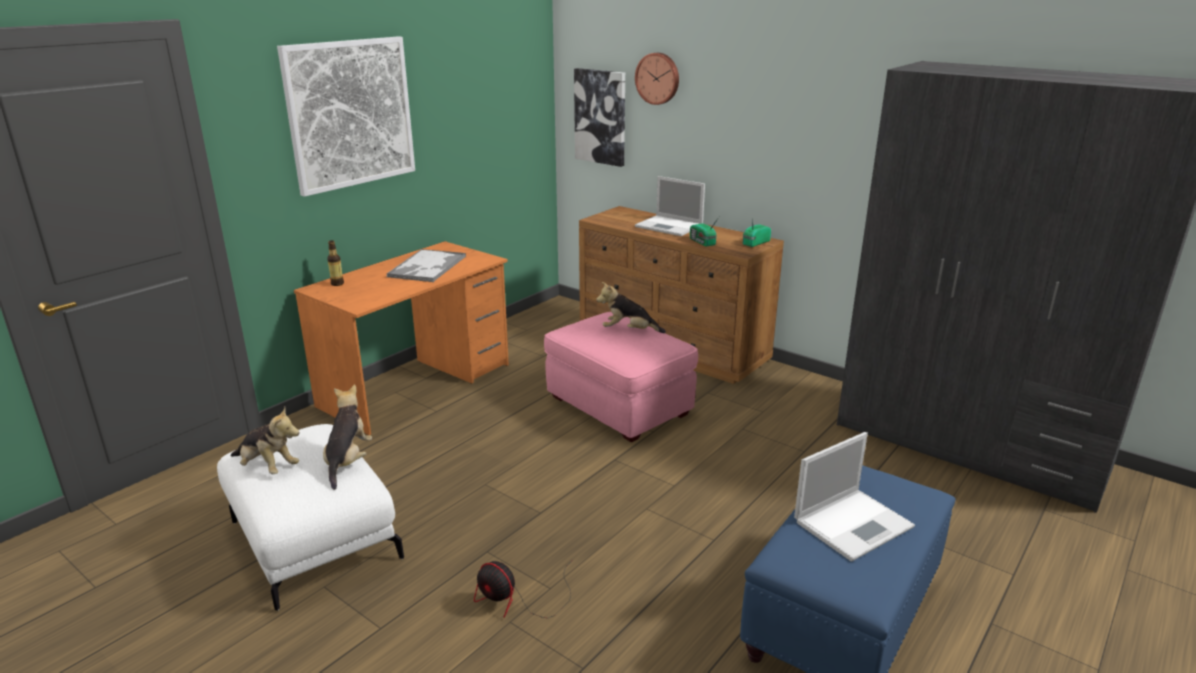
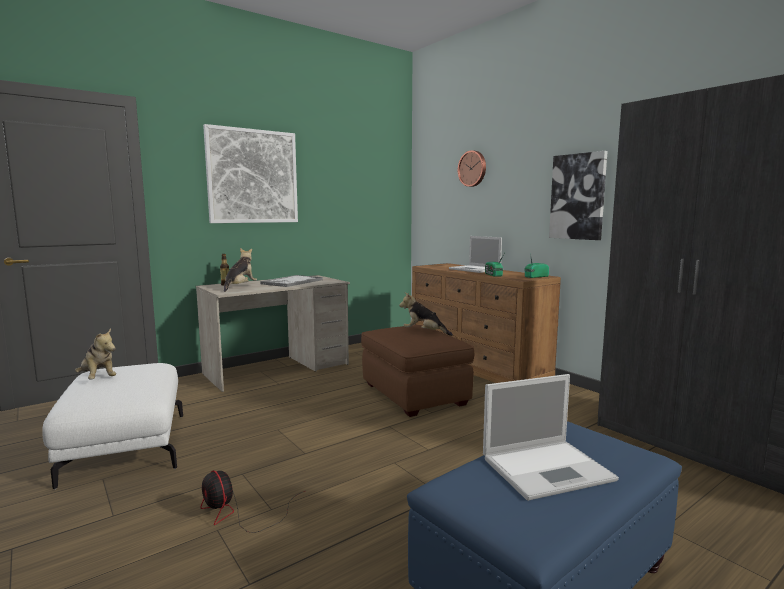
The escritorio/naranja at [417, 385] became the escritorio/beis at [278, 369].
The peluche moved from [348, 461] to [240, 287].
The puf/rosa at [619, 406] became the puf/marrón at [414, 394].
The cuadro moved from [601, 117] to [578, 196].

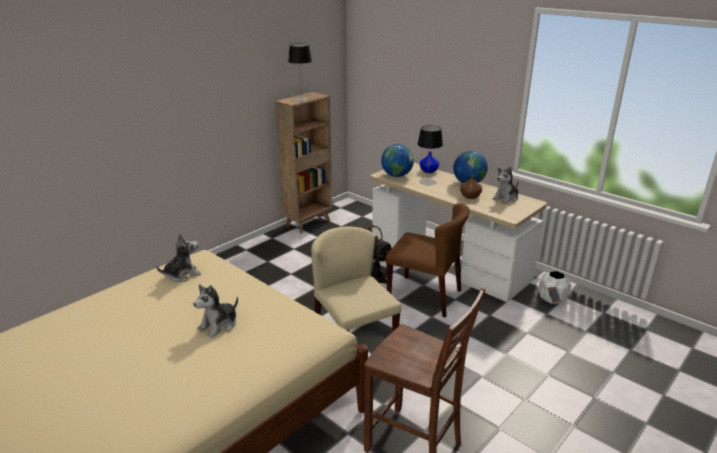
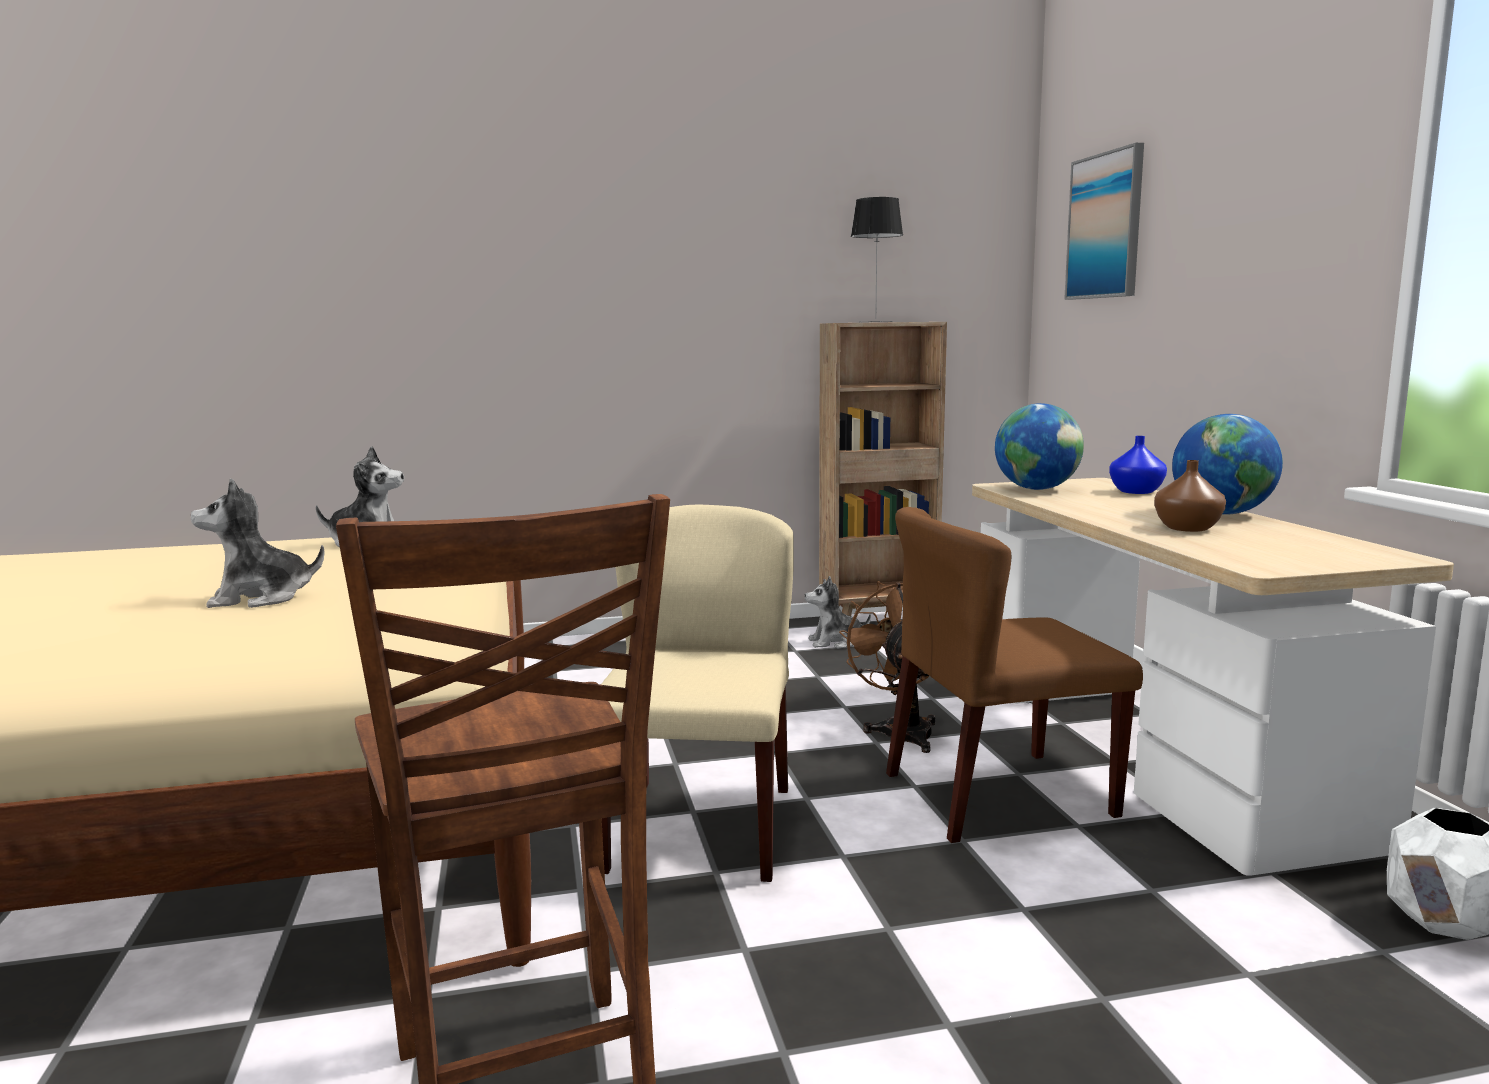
The peluche moved from [506, 198] to [835, 642].
The silla/marrón at [425, 296] turned 105 degrees clockwise.
The cuadro at [1105, 226] appeared.
The lámpara de mesa at [427, 182] disappeared.

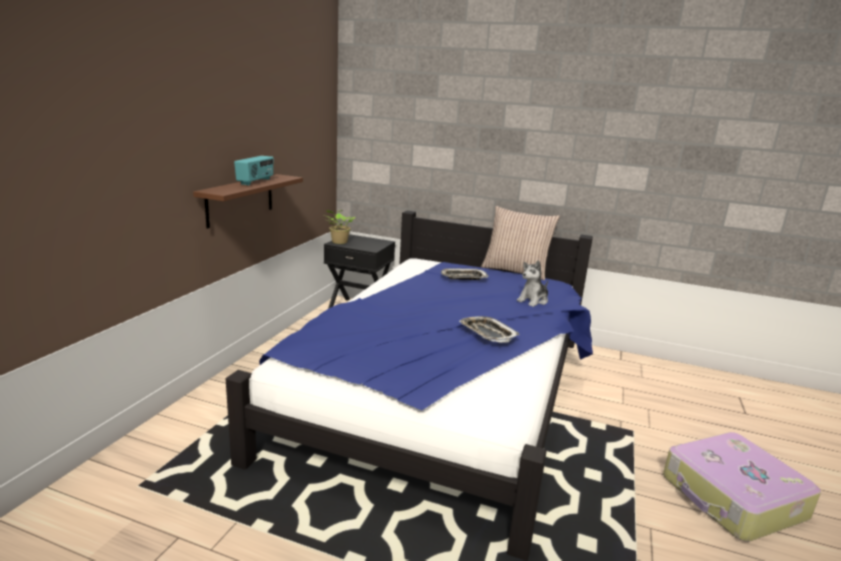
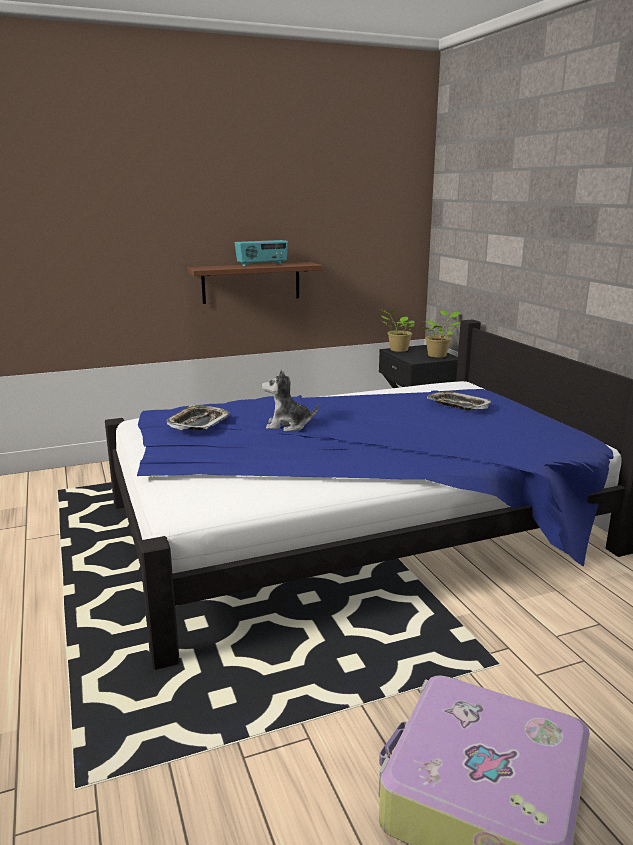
The bandeja moved from [487, 333] to [198, 423].
The peluche moved from [533, 300] to [288, 426].
The planta en maceta at [438, 355] appeared.
The cojín at [515, 271] disappeared.

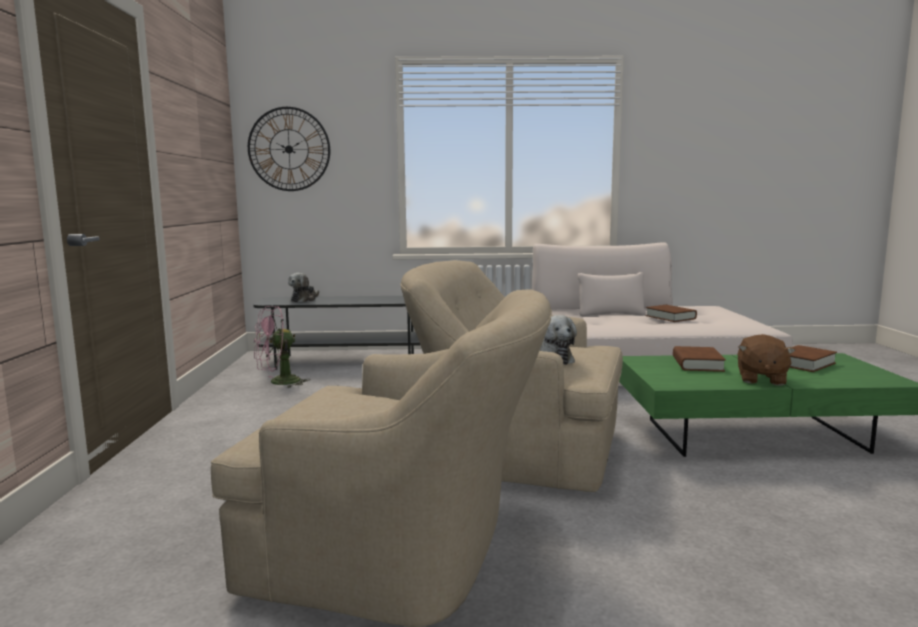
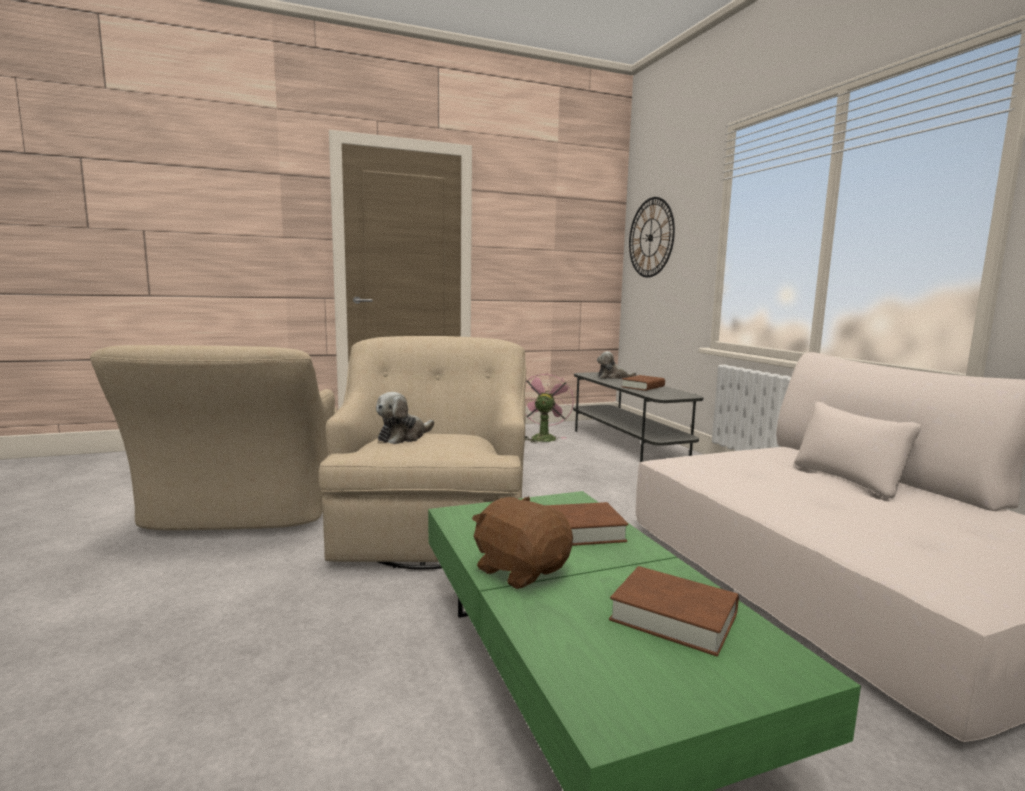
The peluche/marrón at [761, 379] turned 45 degrees clockwise.
The ventilador/rosa at [278, 383] turned 60 degrees clockwise.
The libro/marrón moved from [670, 317] to [643, 387].

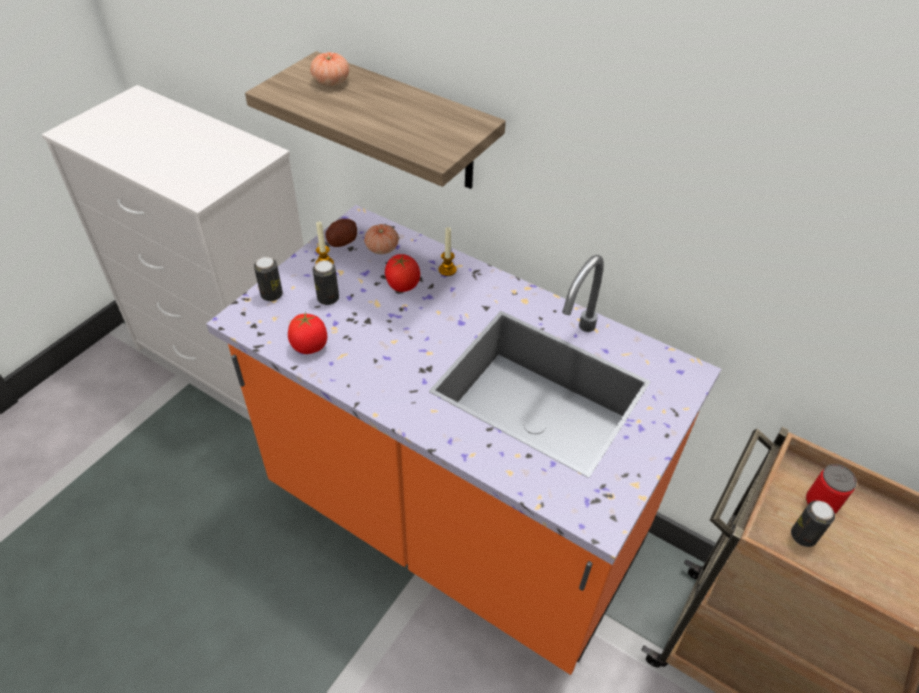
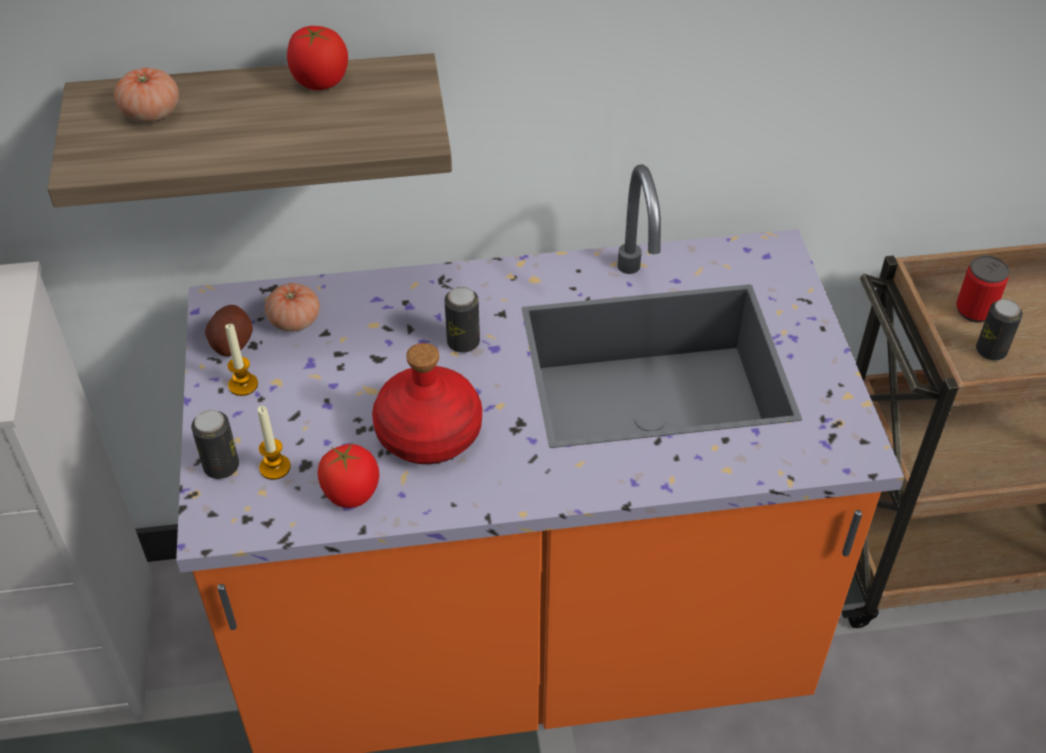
The vela moved from [447, 270] to [275, 467].
The tomate moved from [402, 285] to [320, 83].
The botella/rojo at [430, 432] appeared.
The lata moved from [328, 298] to [463, 342].

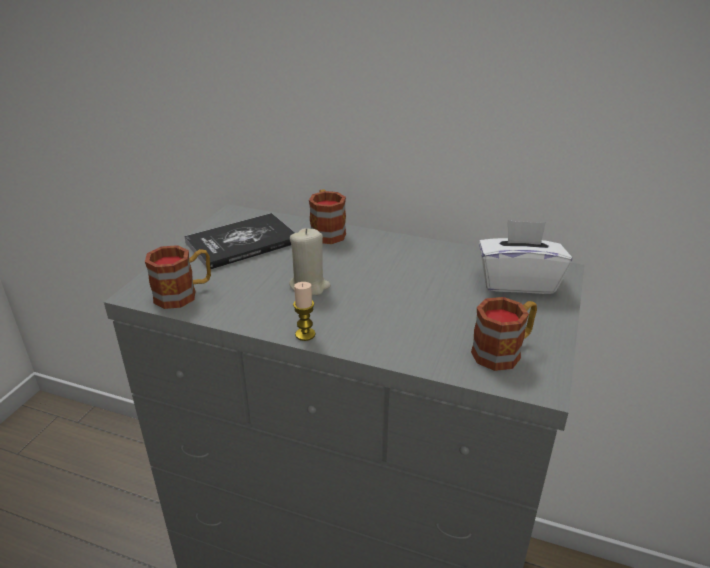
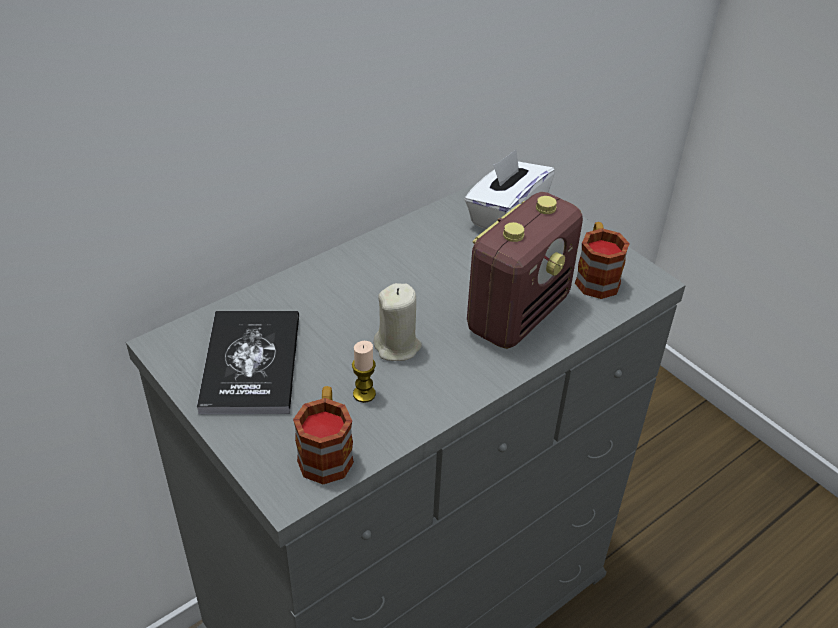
The vela moved from [305, 334] to [364, 394].
The radio at [518, 313] appeared.
The taza grande at [327, 231] disappeared.

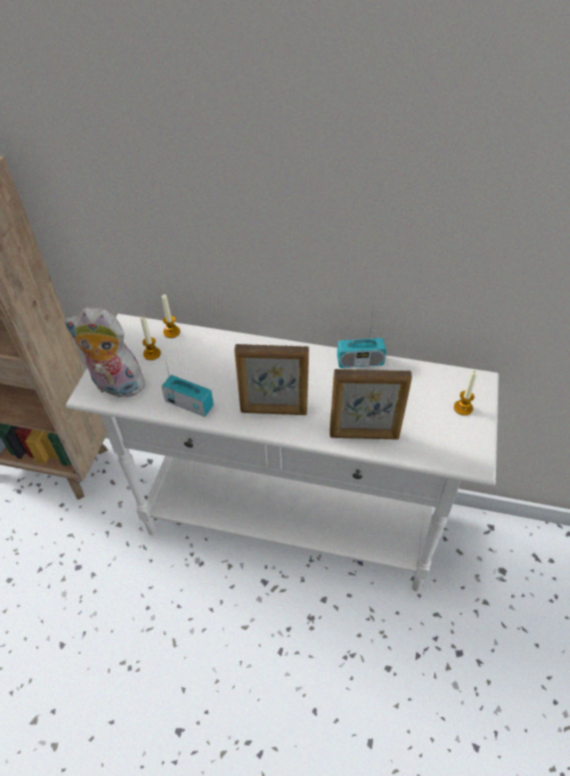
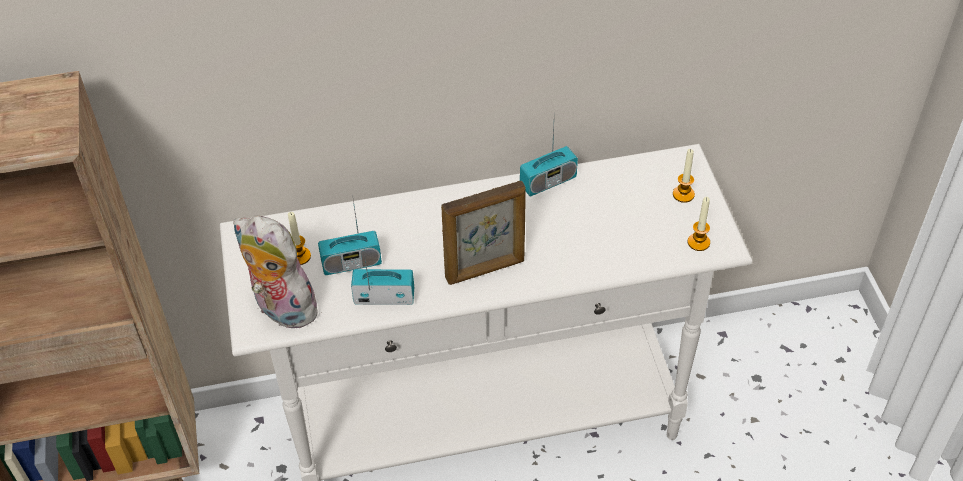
The peluche at [115, 386] turned 45 degrees clockwise.
The radio at [351, 263] appeared.
The vela moved from [171, 332] to [698, 242].
The portarretratos at [364, 435] disappeared.

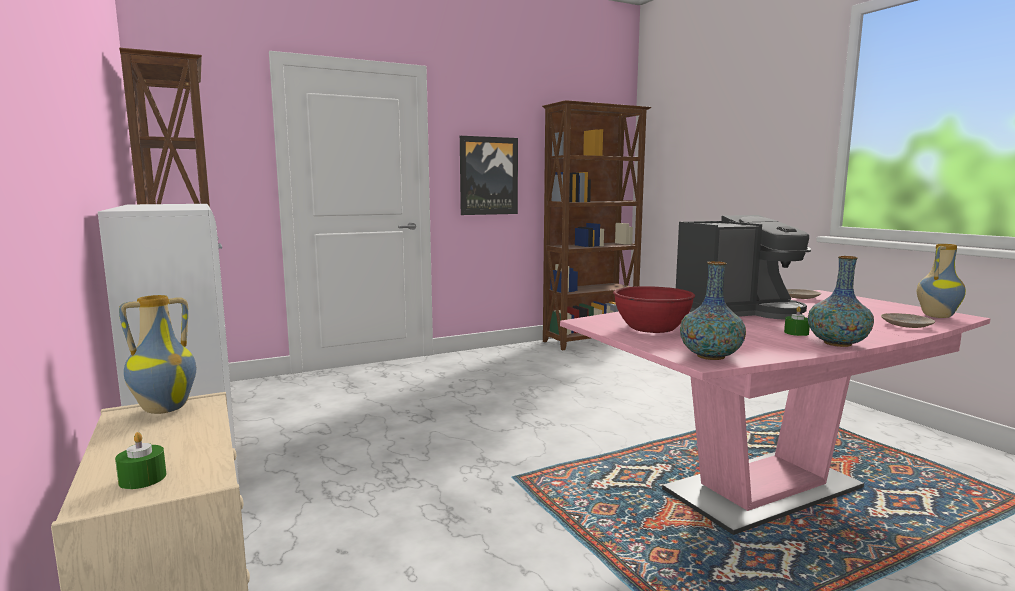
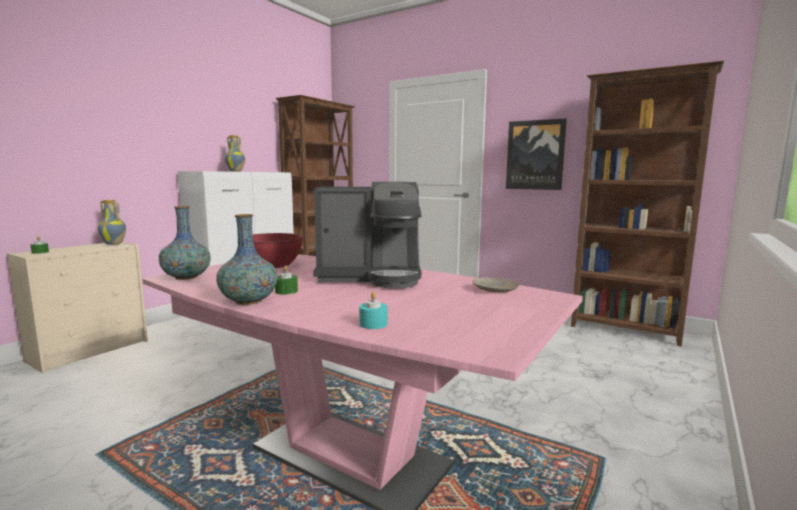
The florero moved from [936, 316] to [236, 171].
The cafetera at [737, 311] turned 45 degrees counterclockwise.
The plato/beis at [906, 325] was replaced by the vela/turquesa at [373, 324].

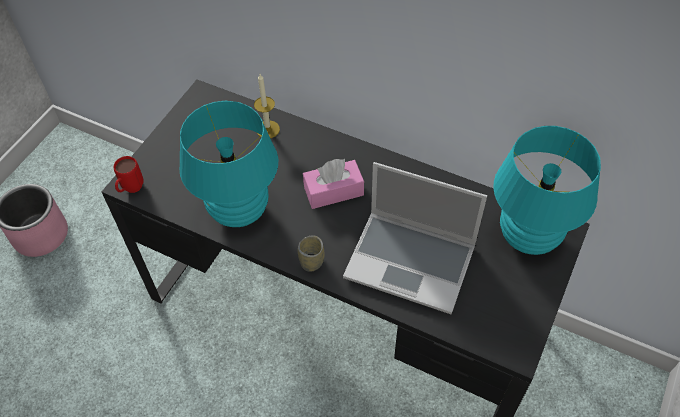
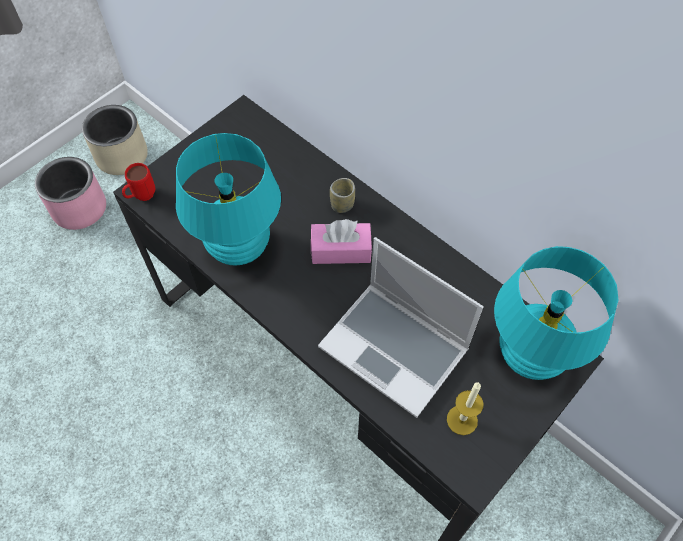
The maceta/beis at [122, 156] appeared.
The taza moved from [312, 262] to [342, 205].
The vela moved from [268, 129] to [462, 420].

